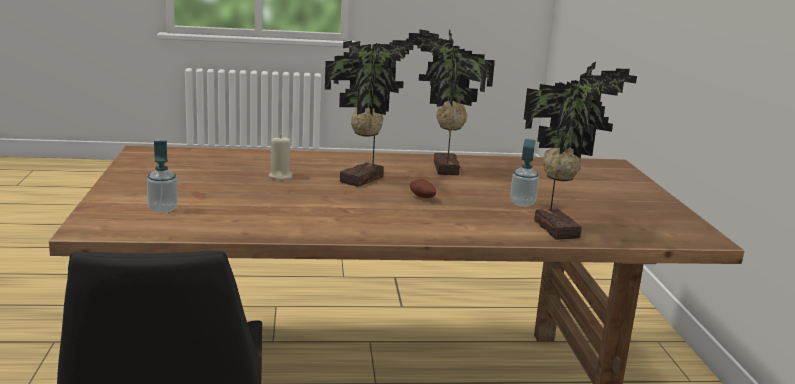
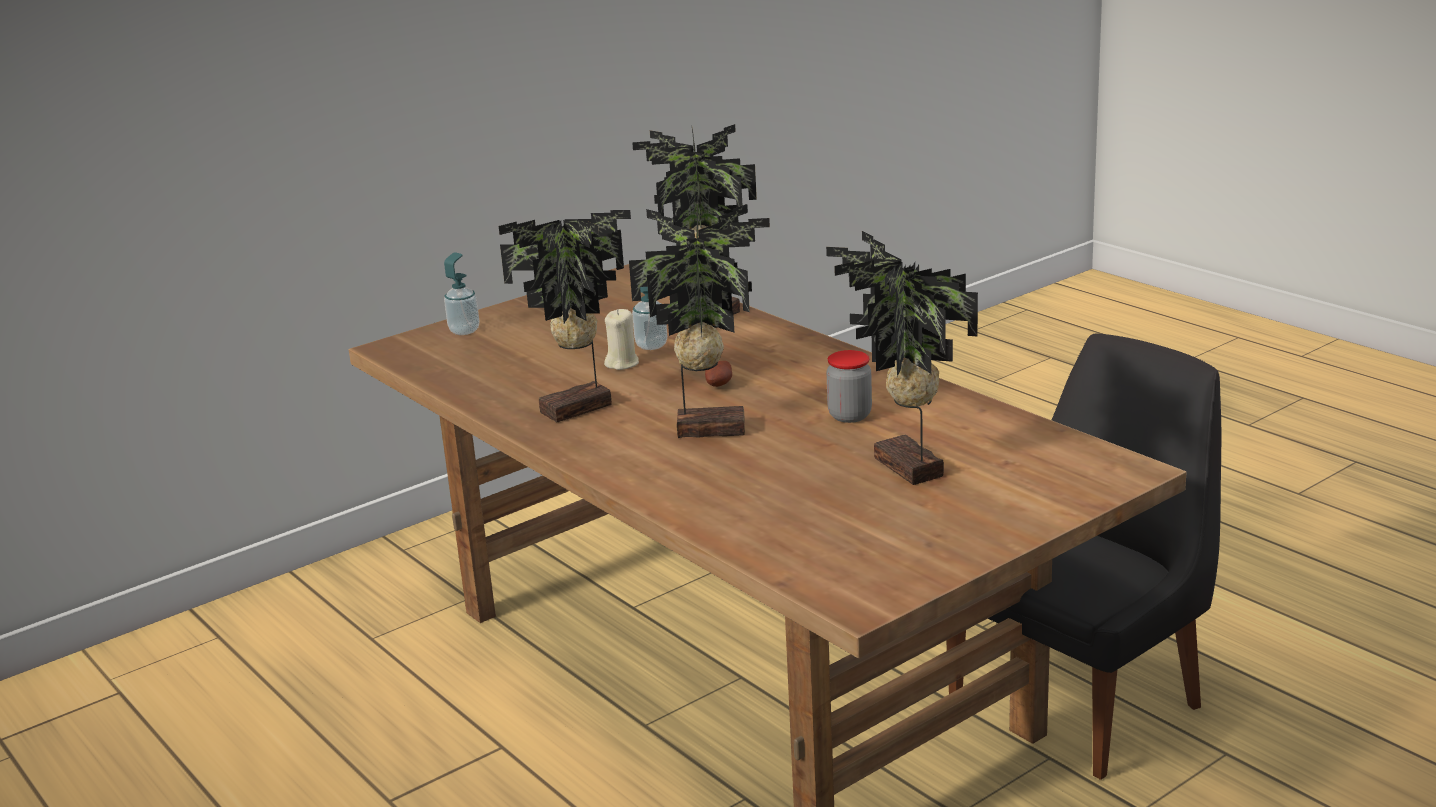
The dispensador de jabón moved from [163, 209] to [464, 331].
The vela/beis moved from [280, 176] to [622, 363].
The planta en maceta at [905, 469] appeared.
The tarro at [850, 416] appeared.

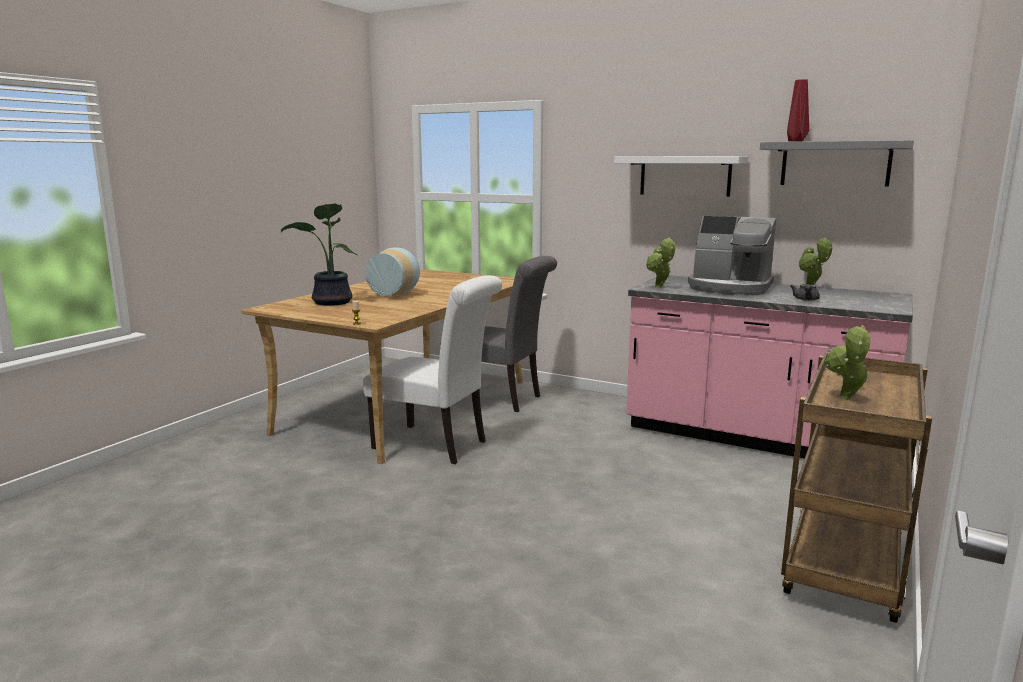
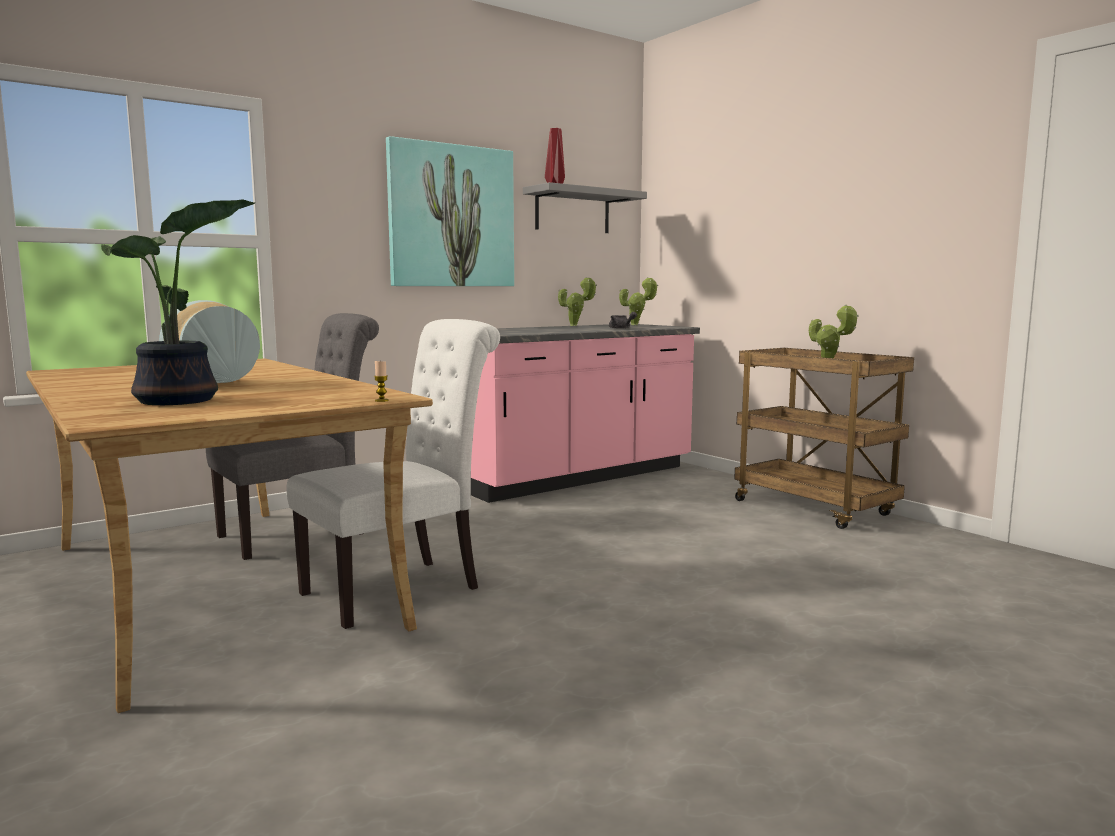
The estante/blanco at [685, 176] was replaced by the cuadro at [451, 216].
The planta en maceta moved from [659, 287] to [637, 325].
The cafetera at [729, 288] disappeared.

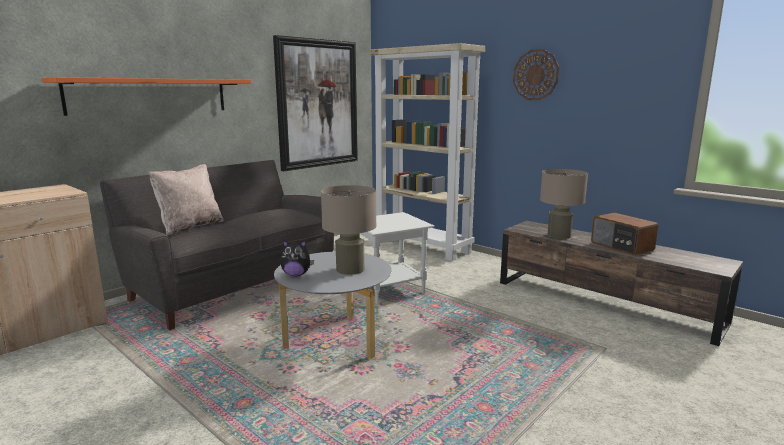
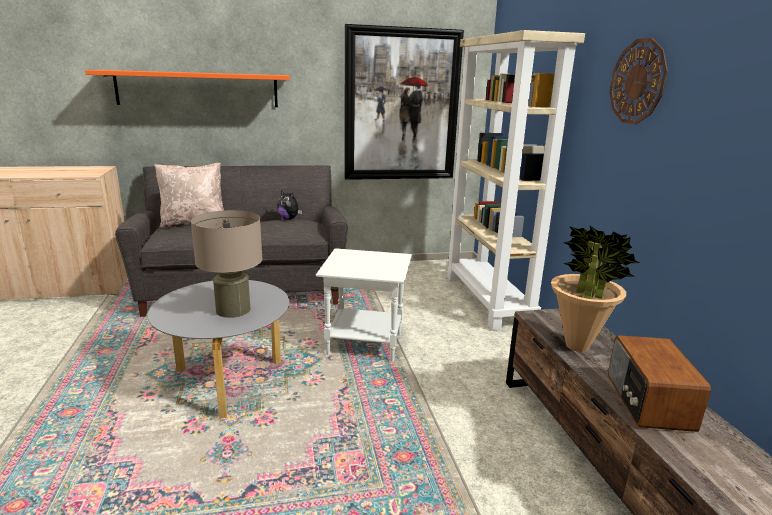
The peluche moved from [296, 275] to [289, 219].
The lámpara de mesa/beis at [559, 235] was replaced by the planta en maceta at [577, 346].

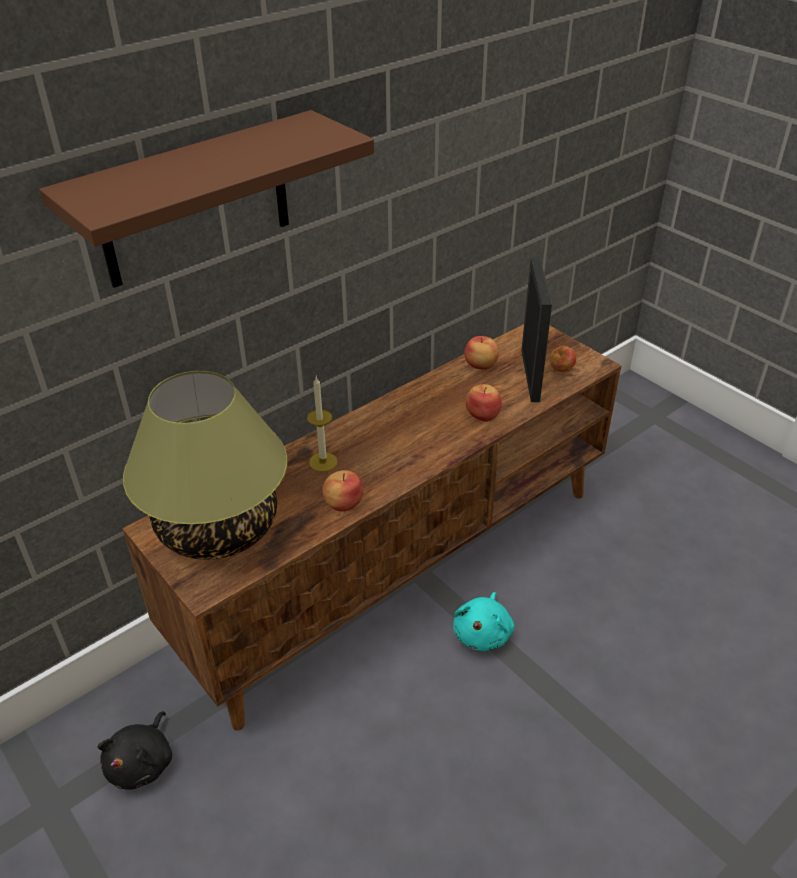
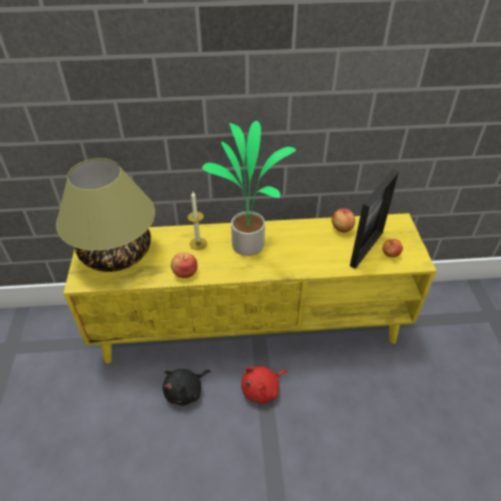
The mueble de televisión/marrón at [400, 566] became the mueble de televisión/amarillo at [251, 325].
The peluche/negro moved from [142, 763] to [186, 391].
The planta en maceta at [249, 244] appeared.
The peluche/turquesa at [483, 633] became the peluche/rojo at [262, 389].
The estante/marrón at [195, 201] disappeared.
The manzana at [483, 414] disappeared.

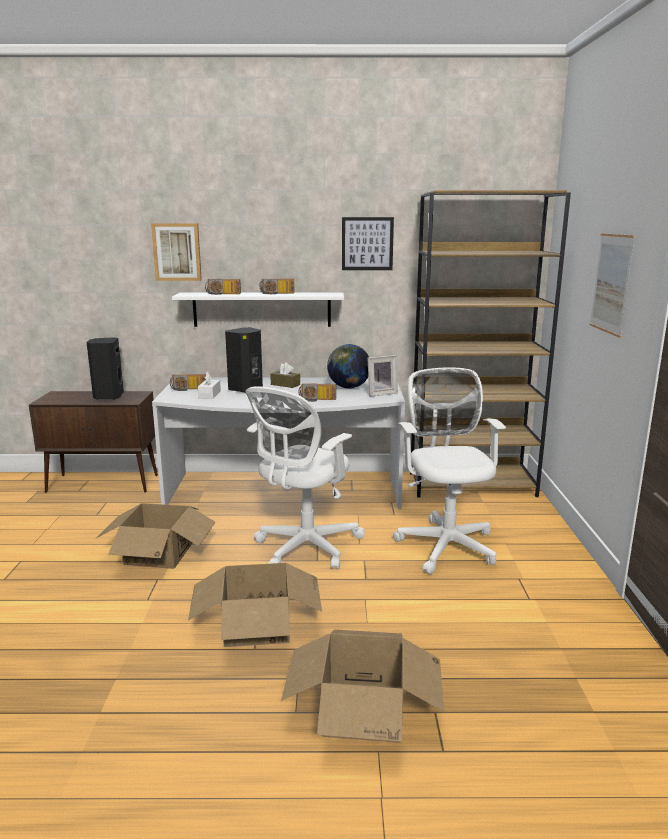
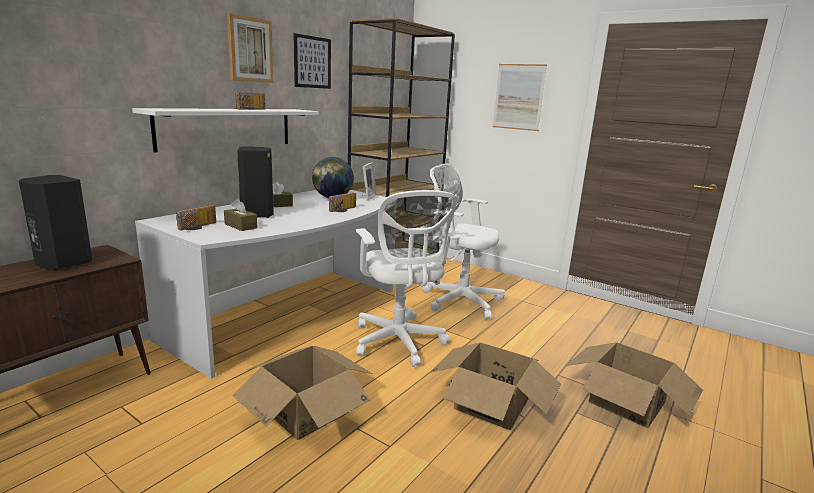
The caja de pañuelos/blanco at [209, 395] became the caja de pañuelos/marrón at [240, 226].
The cuadro moved from [177, 252] to [249, 50].
The radio at [222, 294] disappeared.

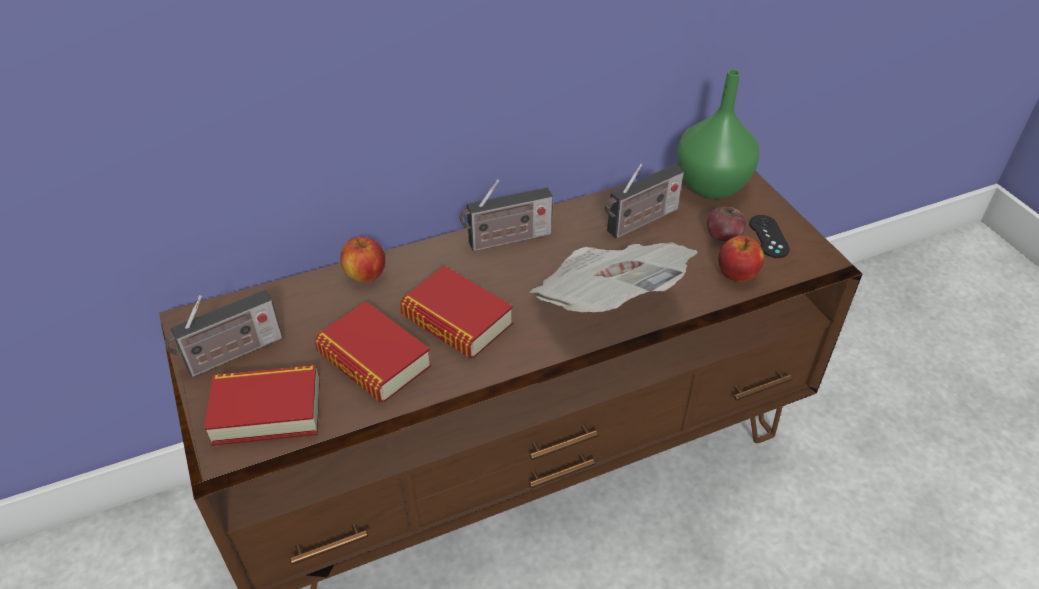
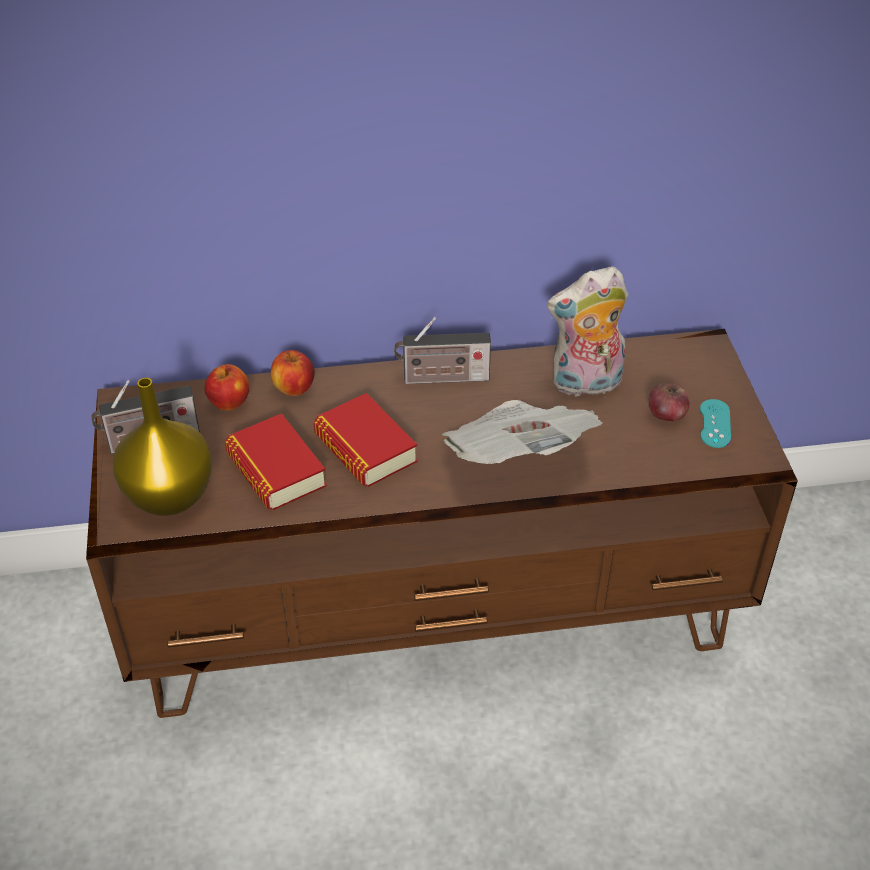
The libro at [267, 411] was replaced by the florero/amarillo at [167, 497].
The manzana moved from [736, 274] to [229, 403].
The radio at [640, 222] was replaced by the peluche at [585, 384].
The mando de consola/negro at [768, 236] became the mando de consola/turquesa at [715, 423].
The florero/verde at [713, 185] disappeared.

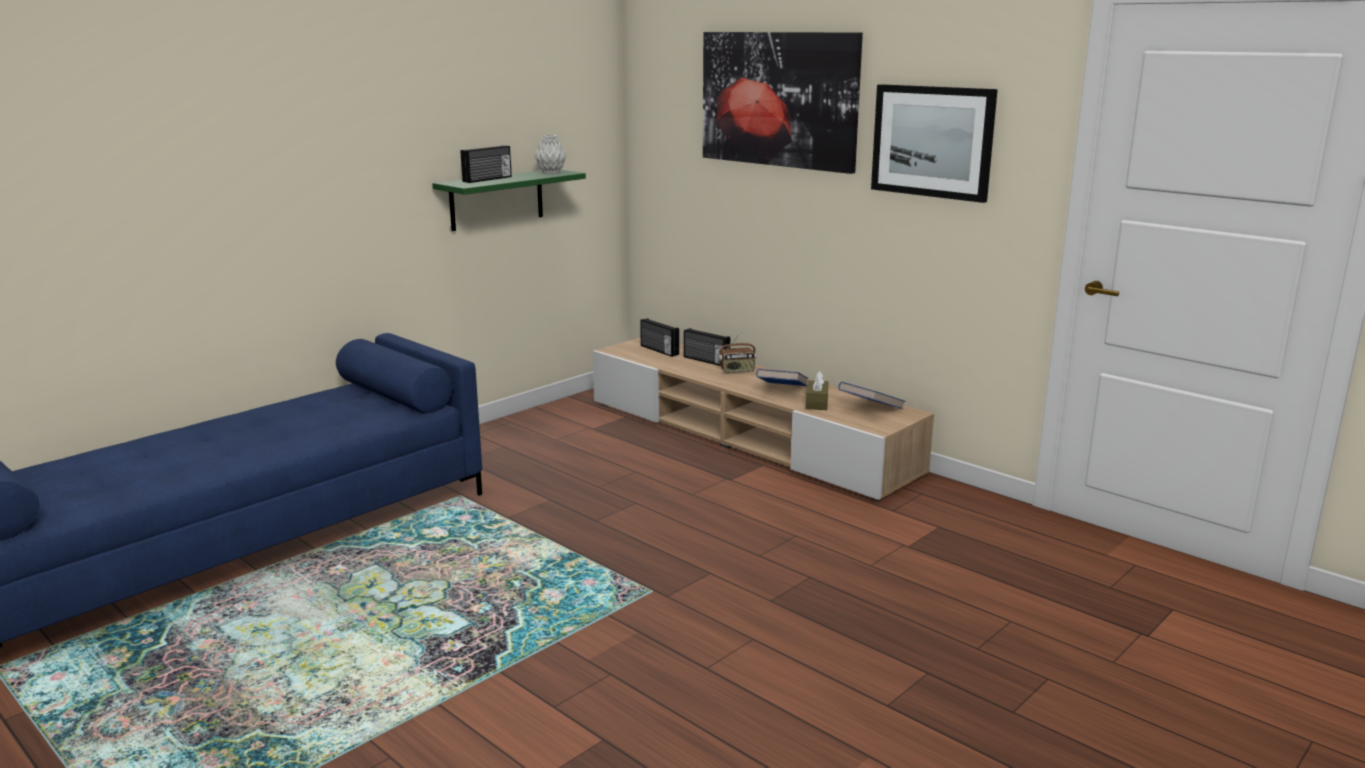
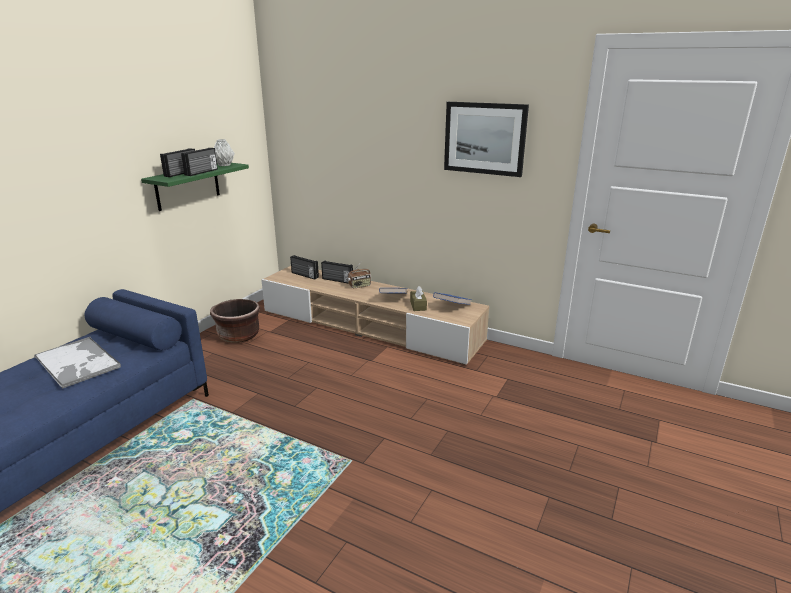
The bandeja at [78, 363] appeared.
The radio at [202, 172] appeared.
The maceta/marrón at [238, 336] appeared.
The cuadro at [778, 99] disappeared.

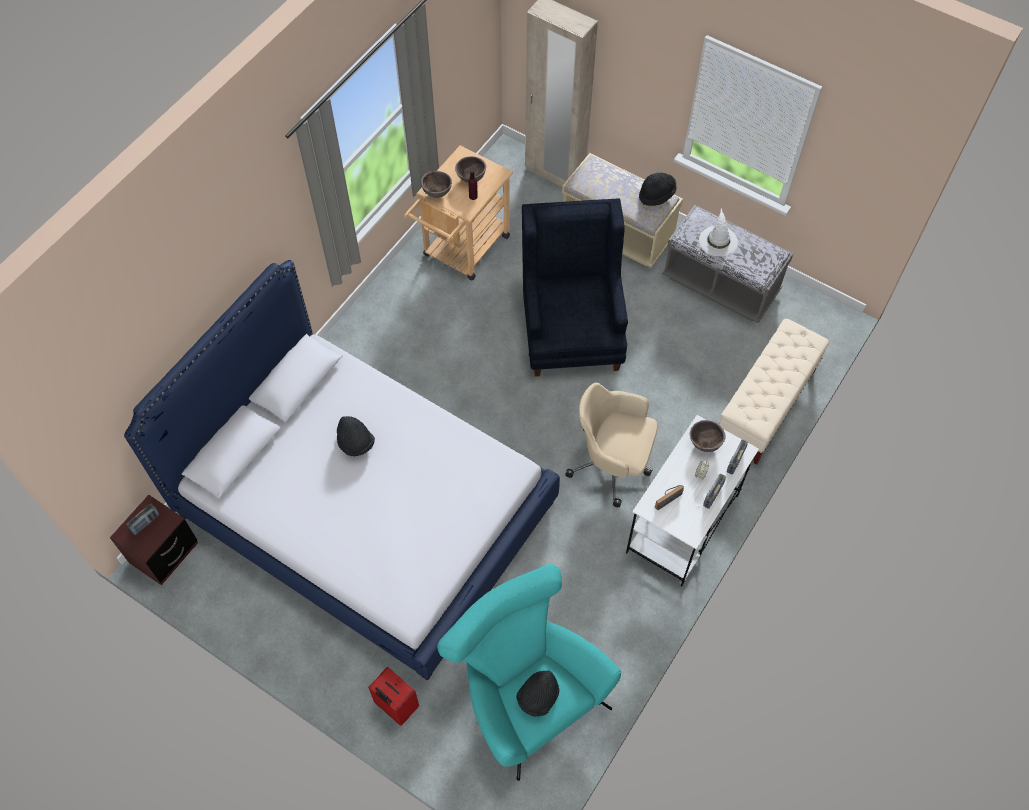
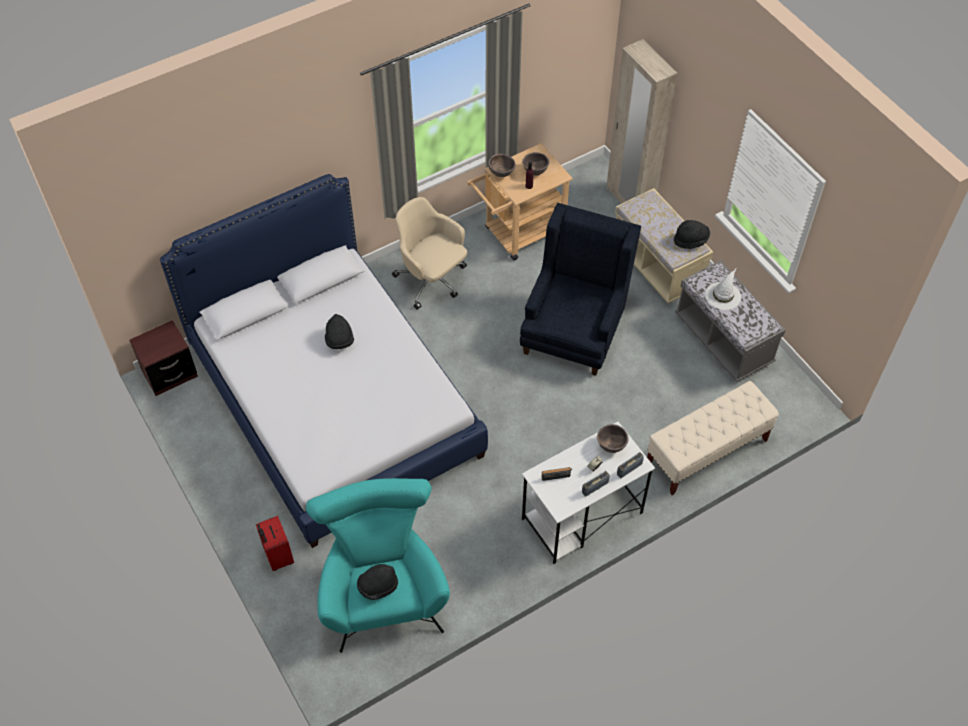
The silla de oficina/beis moved from [612, 464] to [432, 280].
The radio at [145, 523] disappeared.

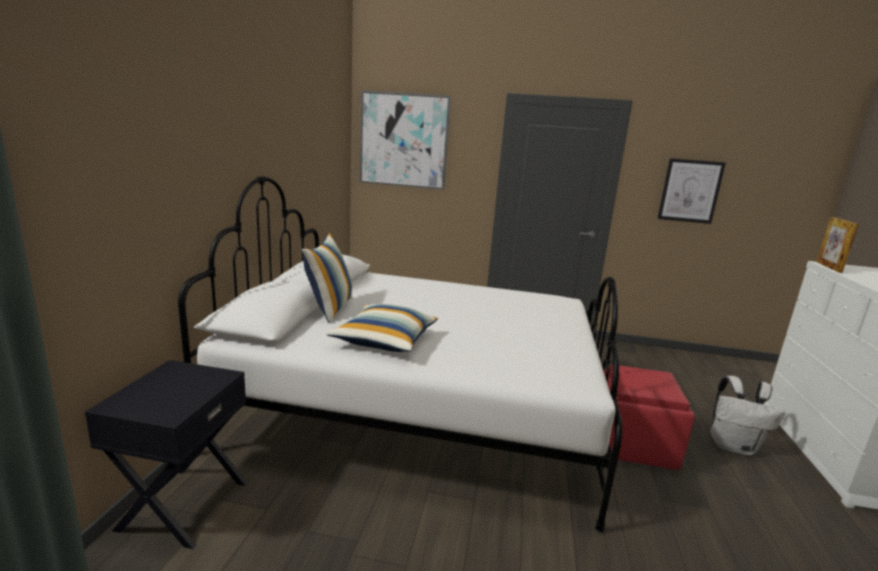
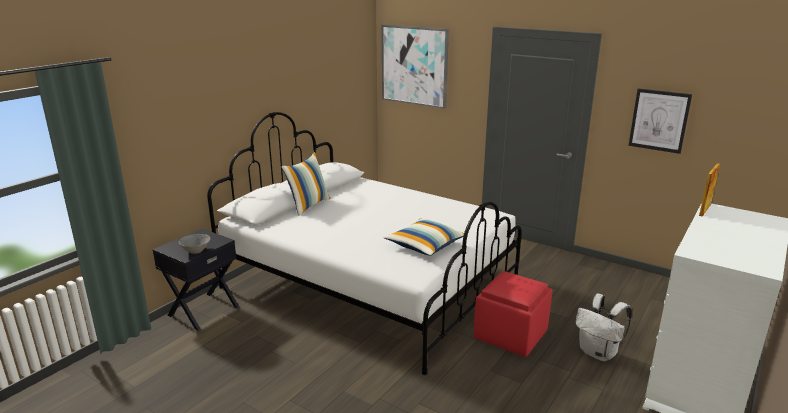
The cuenco/gris at [196, 251] appeared.
The cojín moved from [384, 340] to [425, 246].

